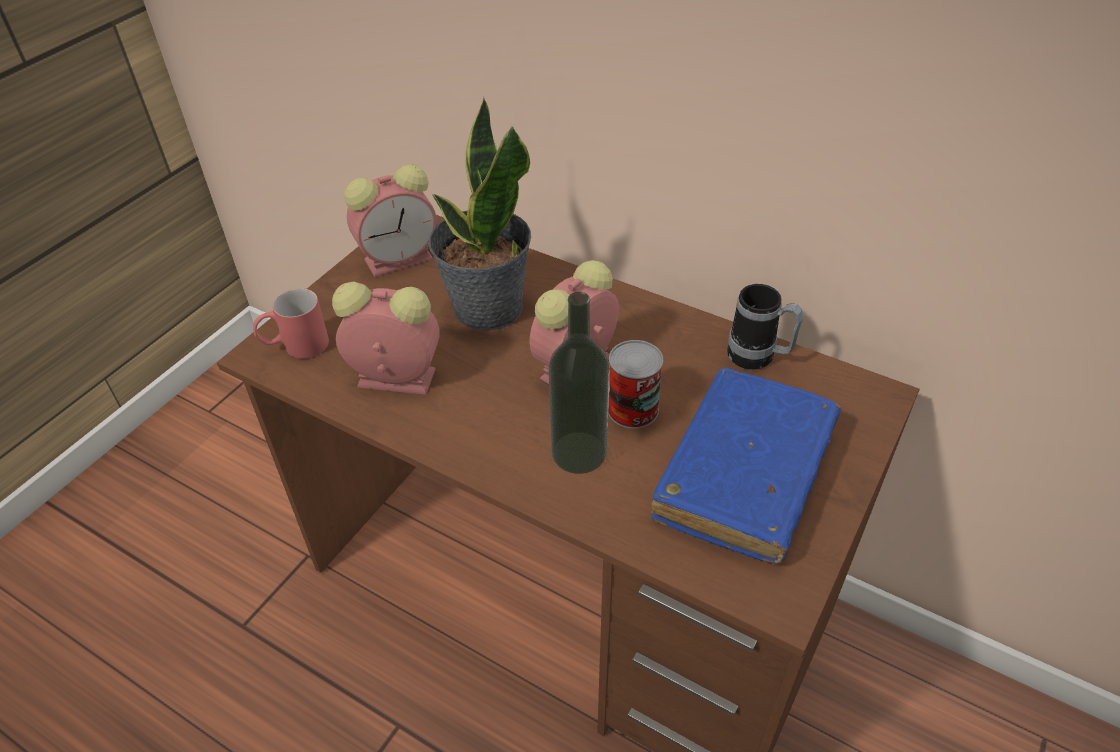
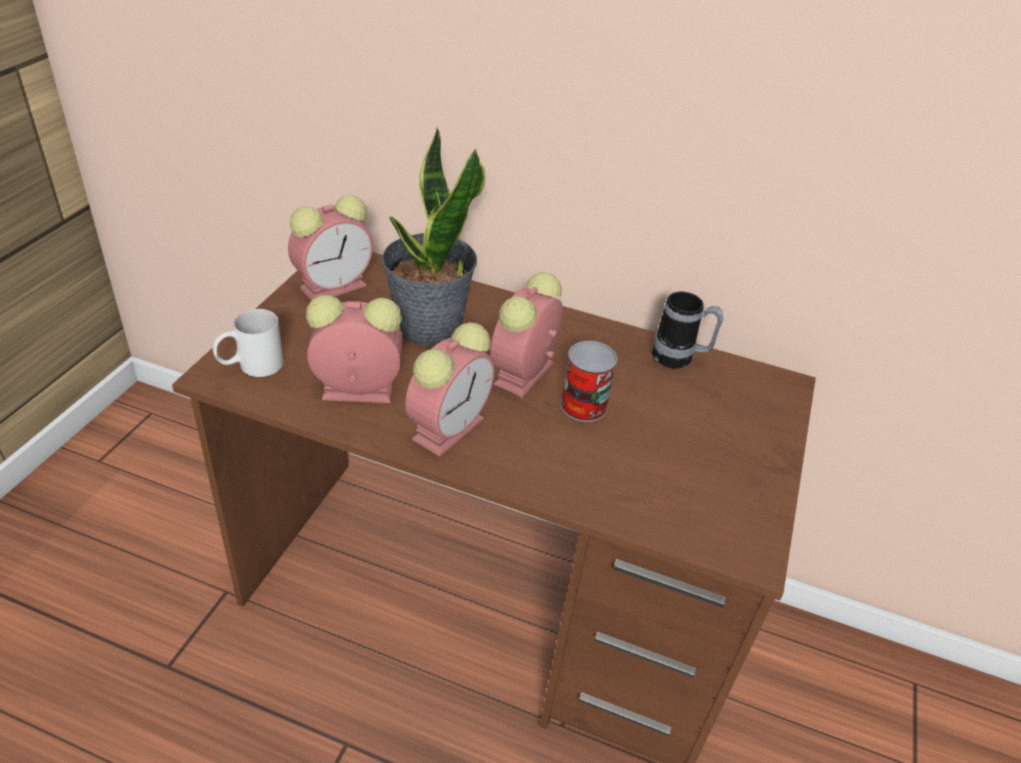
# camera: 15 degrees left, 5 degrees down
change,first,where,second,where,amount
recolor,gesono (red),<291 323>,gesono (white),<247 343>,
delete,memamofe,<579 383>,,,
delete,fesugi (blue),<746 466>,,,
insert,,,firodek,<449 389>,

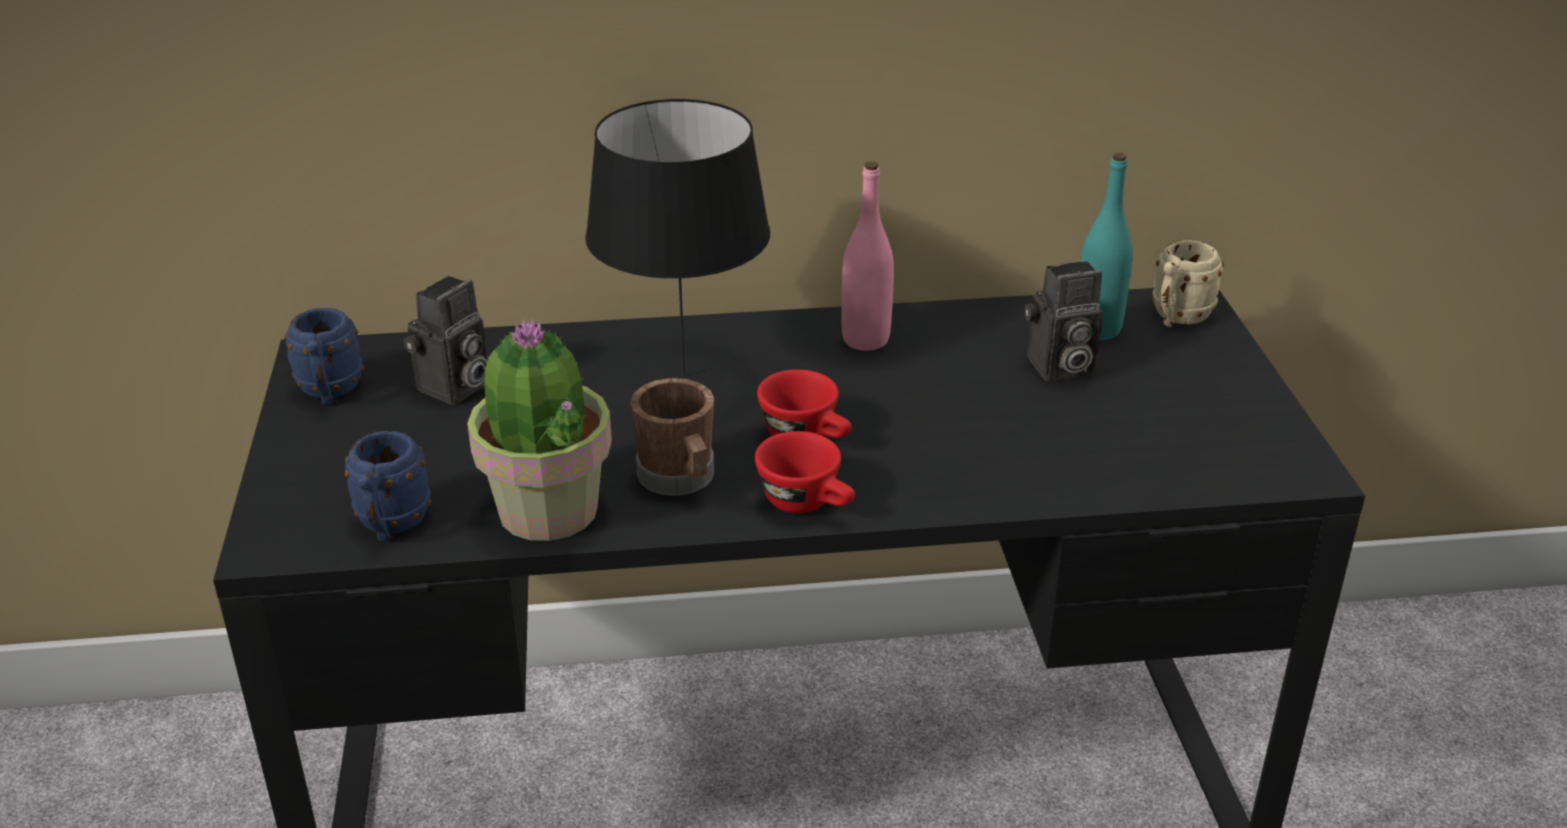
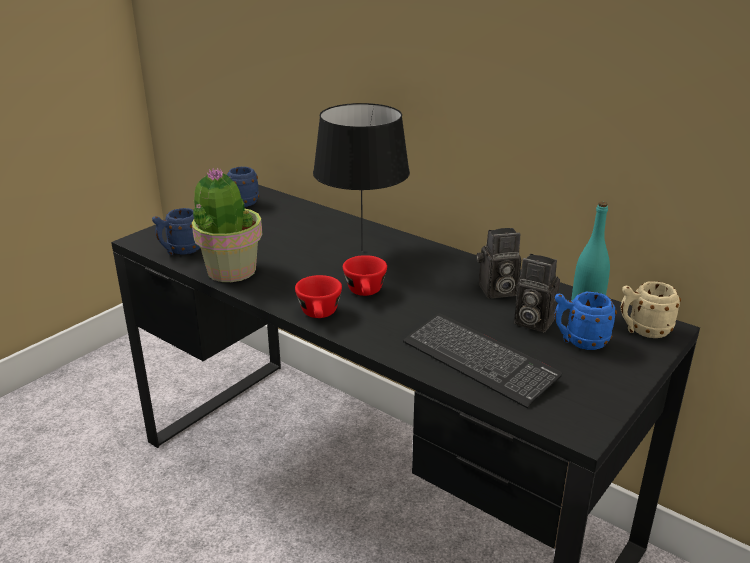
# camera: 45 degrees right, 5 degrees down
change,first,where,second,where,amount
delete,memamofe (pink),<867 256>,,,
move,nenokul,<445 340>,,<499 263>,
delete,gesono (brown),<672 437>,,,
insert,,,gesono (blue),<585 321>,
insert,,,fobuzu,<482 360>,

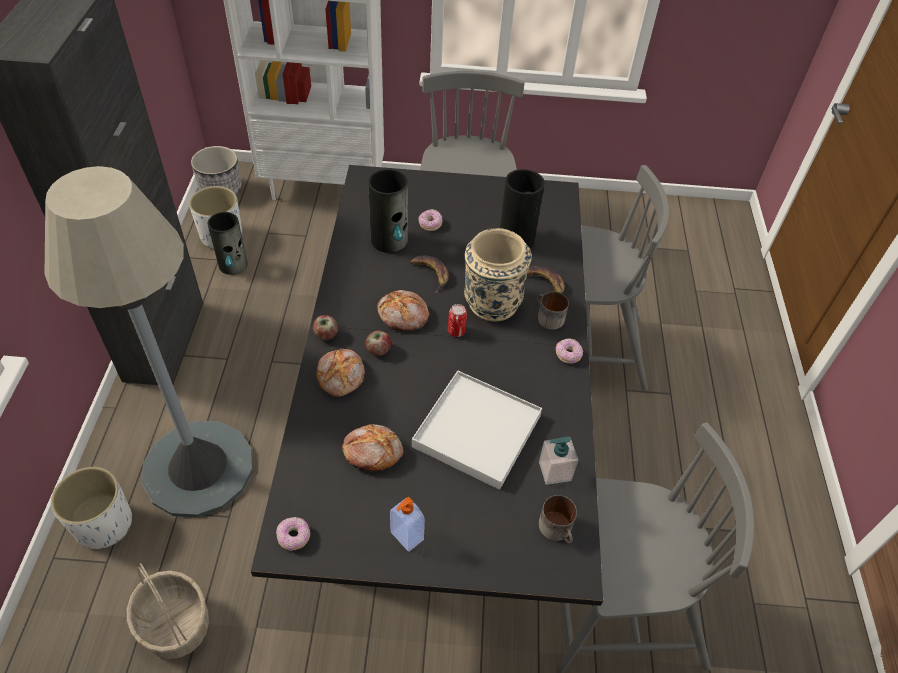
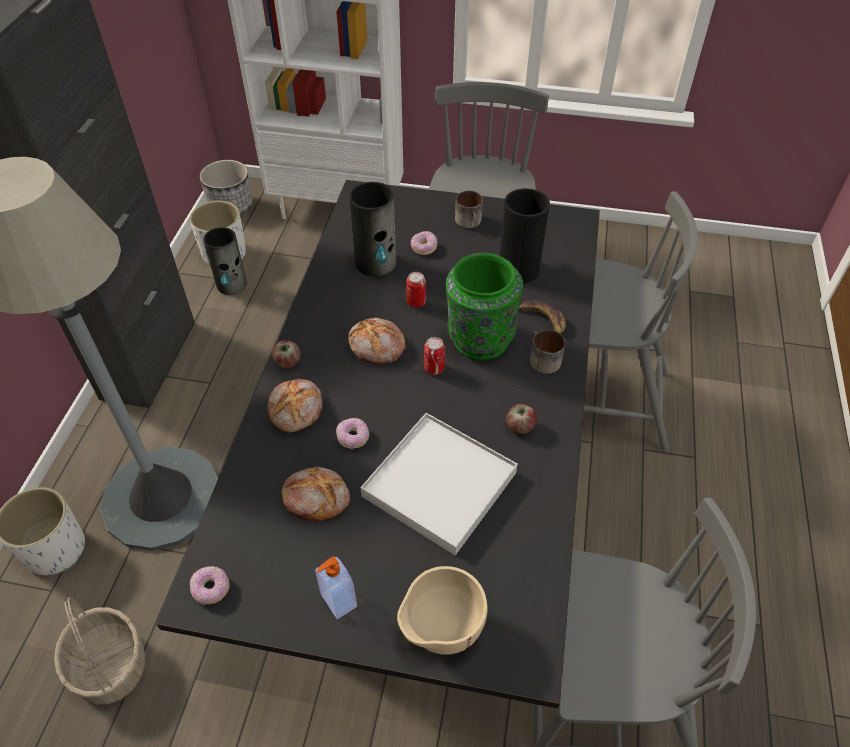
# camera: 10 degrees right, 0 degrees up
change,first,where,second,where,amount
recolor,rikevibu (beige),<498 274>,rikevibu (green),<484 306>,
replace,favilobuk,<429 274>,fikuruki,<416 290>,
move,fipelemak,<378 343>,,<521 419>,
move,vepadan,<569 351>,,<352 434>,
delete,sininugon,<558 460>,,,
move,gesono,<558 519>,,<469 209>,
insert,,,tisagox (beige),<442 610>,

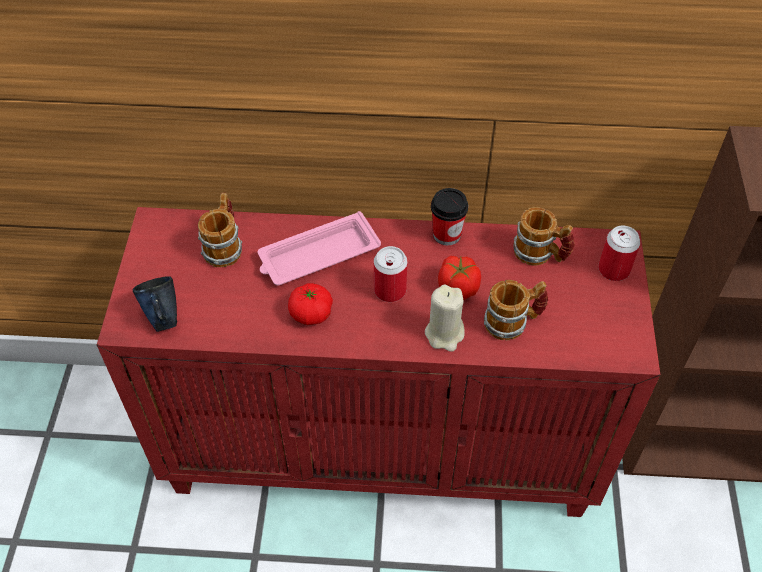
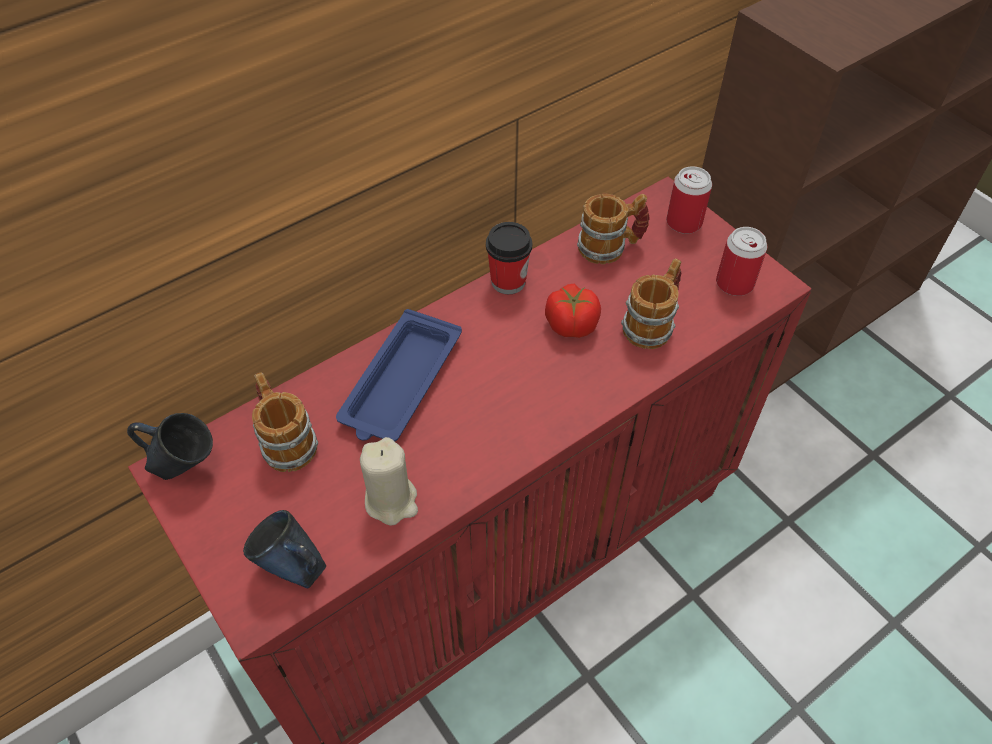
# camera: 40 degrees left, 0 degrees up
change,first,where,second,where,amount
recolor,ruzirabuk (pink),<319 248>,ruzirabuk (blue),<399 375>,
move,fikuruki,<390 274>,,<741 261>,
delete,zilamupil,<310 304>,,,
move,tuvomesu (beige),<445 318>,,<389 481>,
insert,,,gesono (blue),<170 446>,

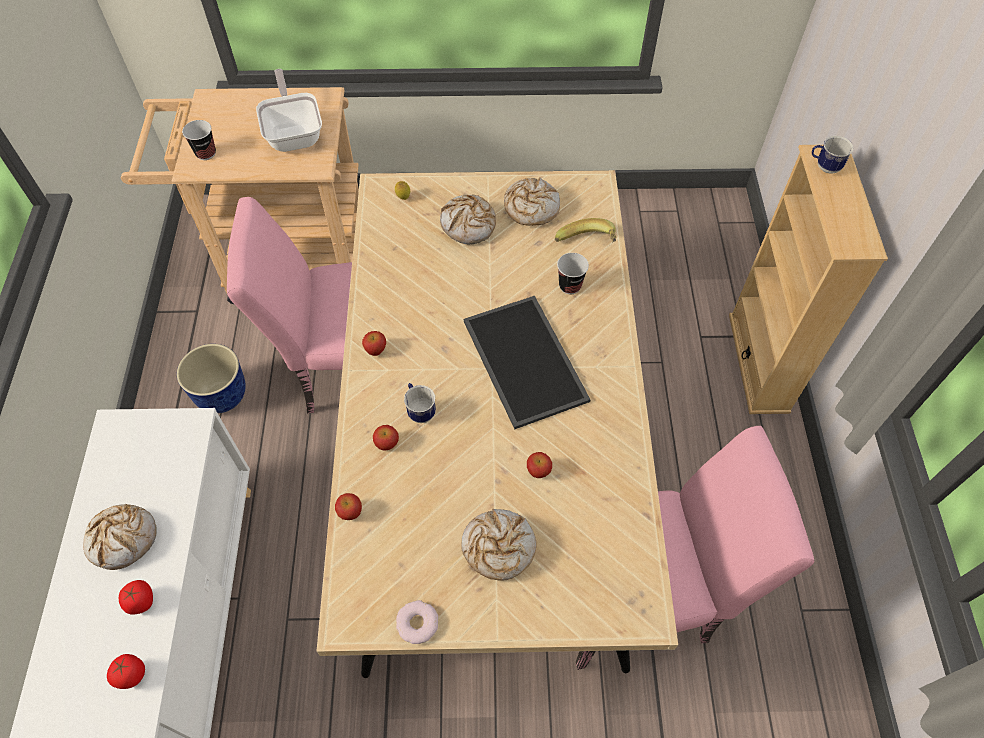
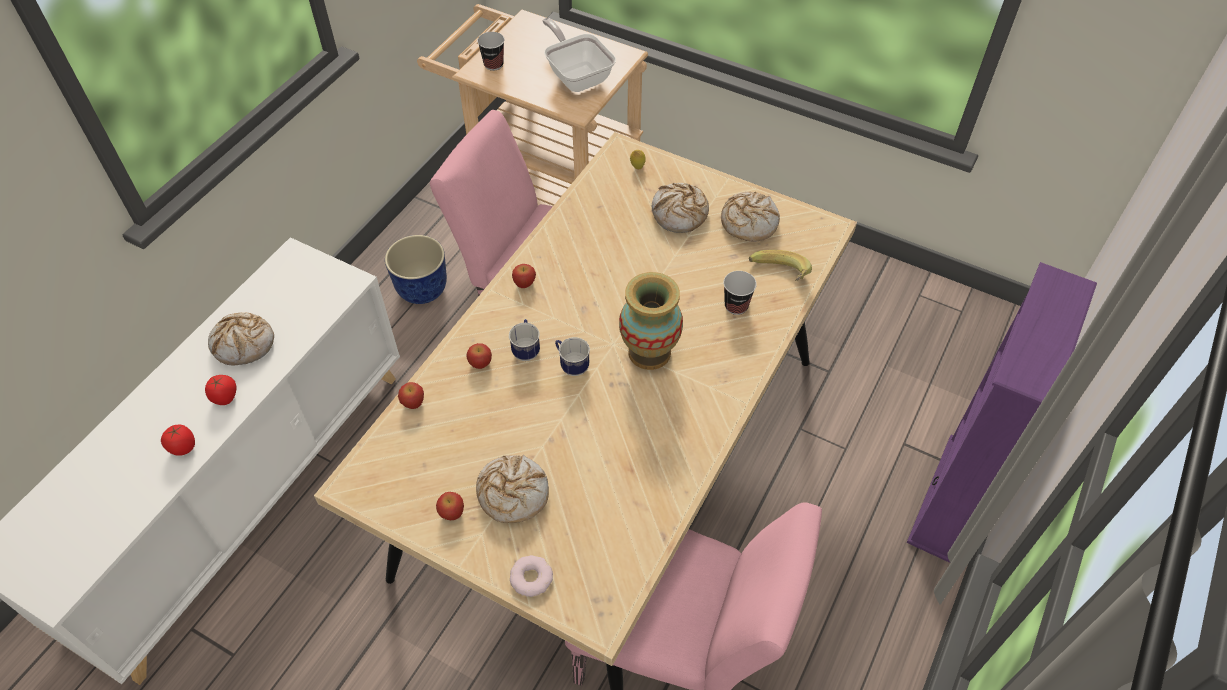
# camera: 30 degrees right, 5 degrees down
change,first,where,second,where,amount
rotate,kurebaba,<289 110>,,<579 55>,45 degrees counterclockwise
move,gesono,<832 155>,,<572 356>,
recolor,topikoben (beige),<808 279>,topikoben (purple),<1002 412>,
replace,ruzirabuk,<527 362>,rikevibu,<651 321>,
move,fipelemak,<539 465>,,<450 506>,
move,vepadan,<417 622>,,<531 576>,

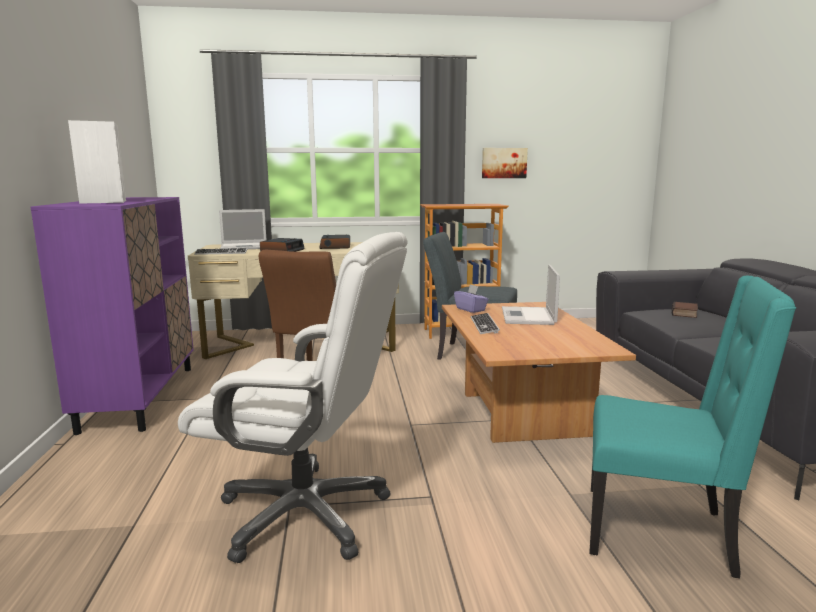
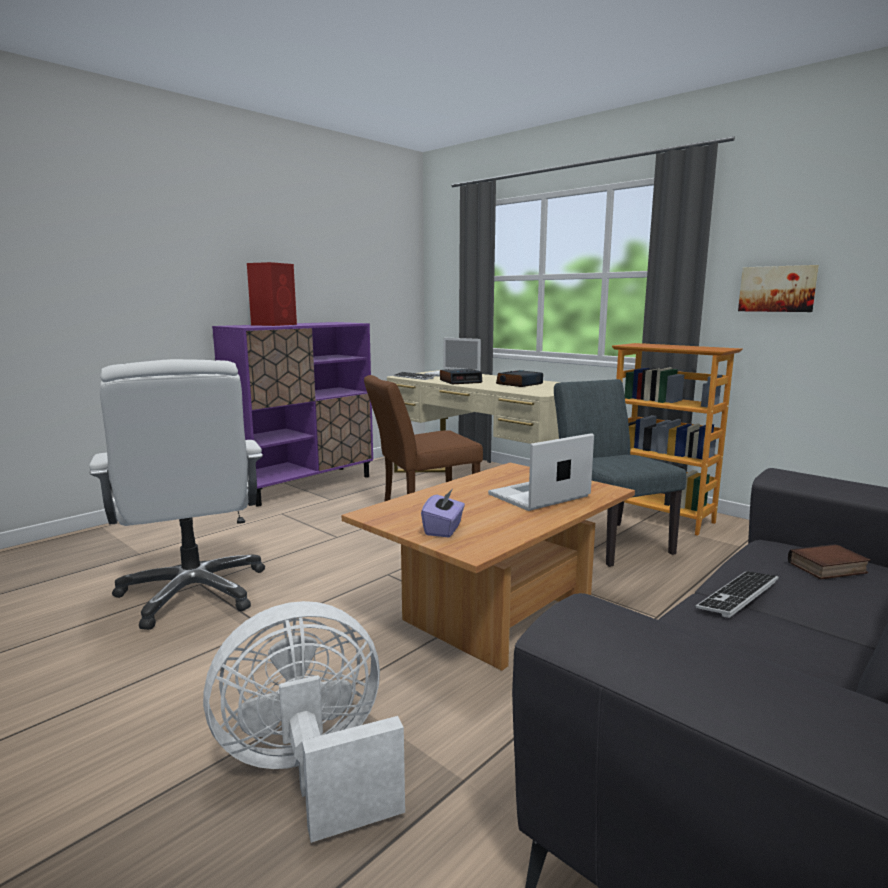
# camera: 50 degrees right, 0 degrees up
change,first,where,second,where,amount
recolor,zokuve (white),<97 162>,zokuve (red),<272 294>,
replace,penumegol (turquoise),<693 426>,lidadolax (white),<304 722>,
move,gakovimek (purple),<471 298>,,<443 513>,
move,fobuzu,<485 323>,,<737 594>,

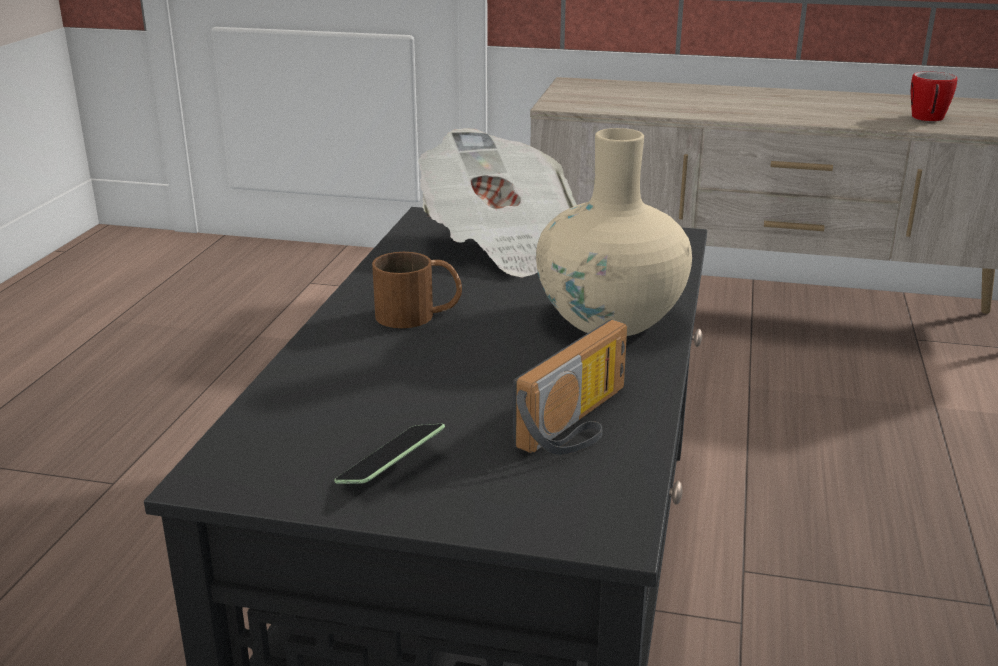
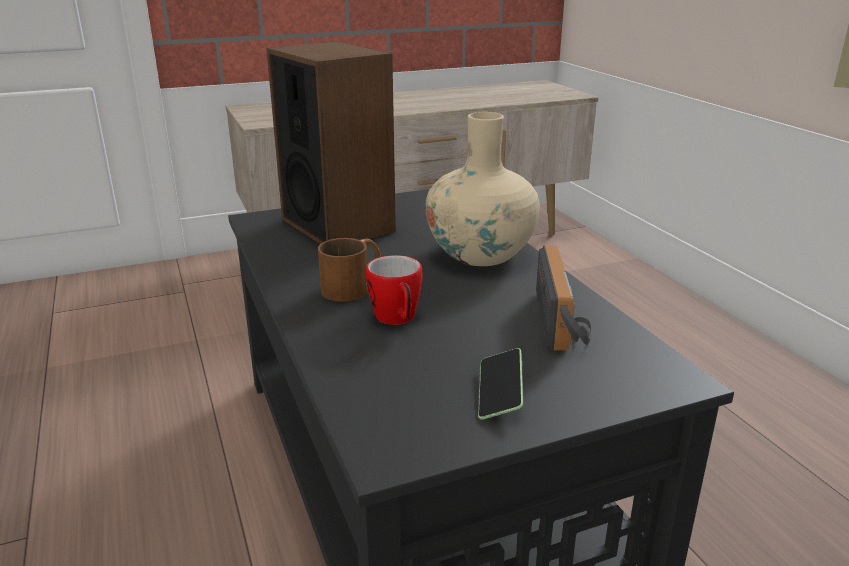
# camera: 35 degrees left, 0 degrees up
change,first,where,second,where,amount
move,gesono,<934 96>,,<394 290>,
replace,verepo,<497 202>,zokuve,<331 142>,

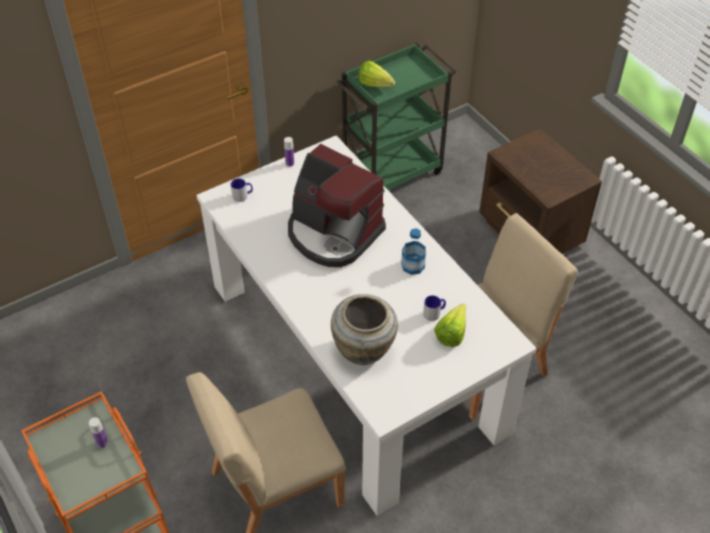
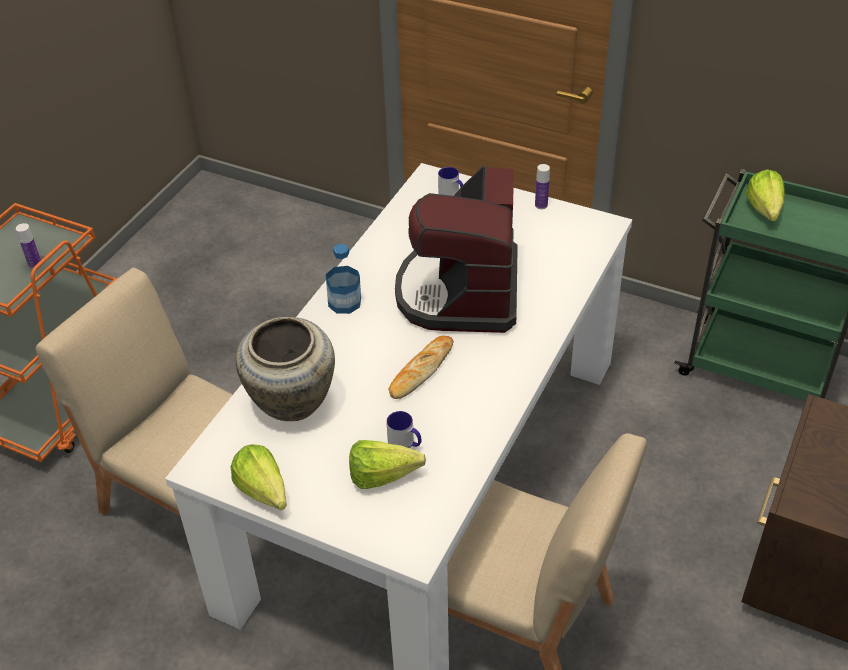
# camera: 60 degrees right, 5 degrees down
change,first,where,second,where,amount
move,memamofe,<413 251>,,<343 279>,
insert,,,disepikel,<420 367>,
insert,,,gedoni,<258 477>,

